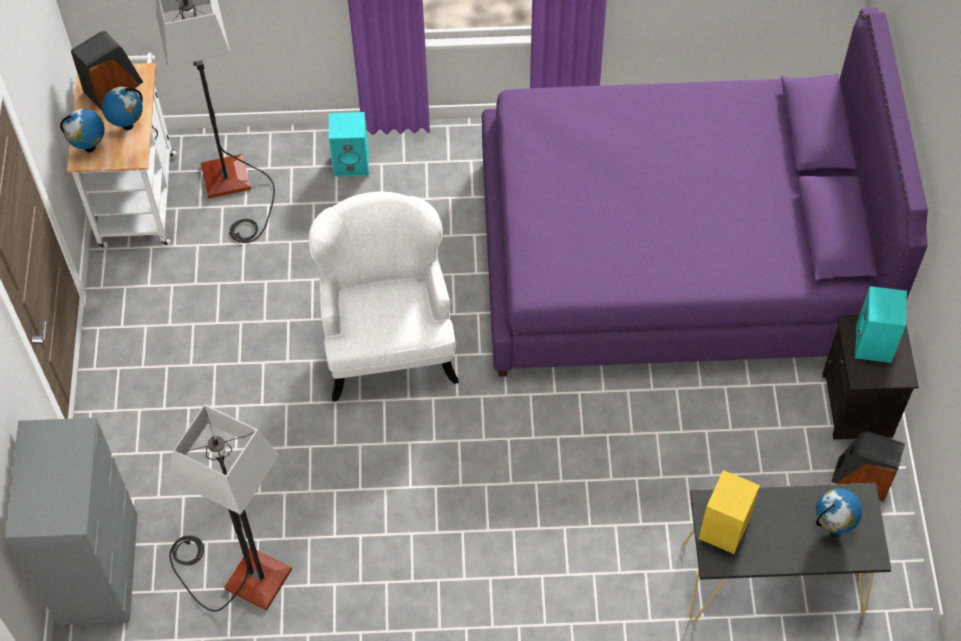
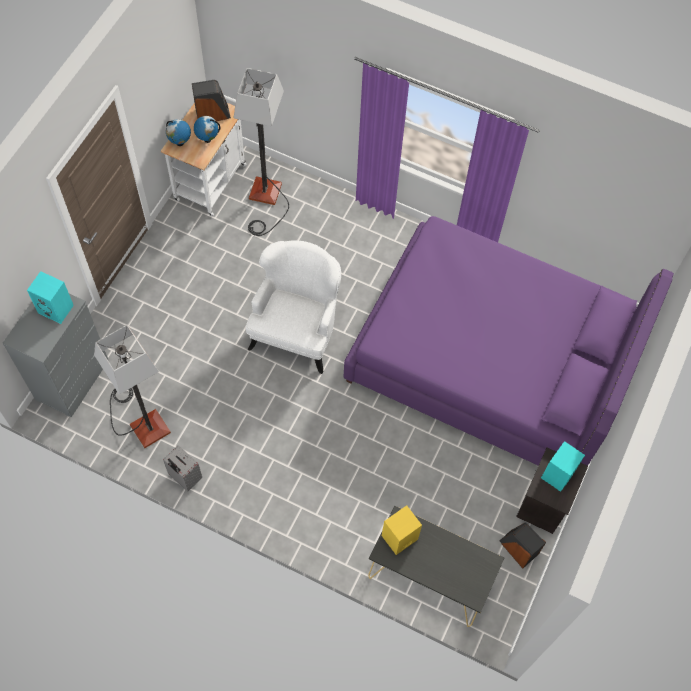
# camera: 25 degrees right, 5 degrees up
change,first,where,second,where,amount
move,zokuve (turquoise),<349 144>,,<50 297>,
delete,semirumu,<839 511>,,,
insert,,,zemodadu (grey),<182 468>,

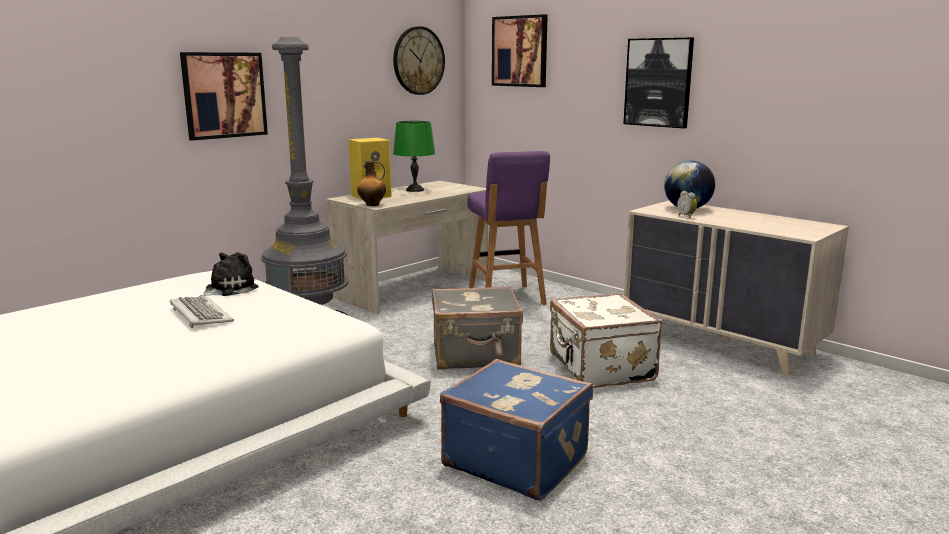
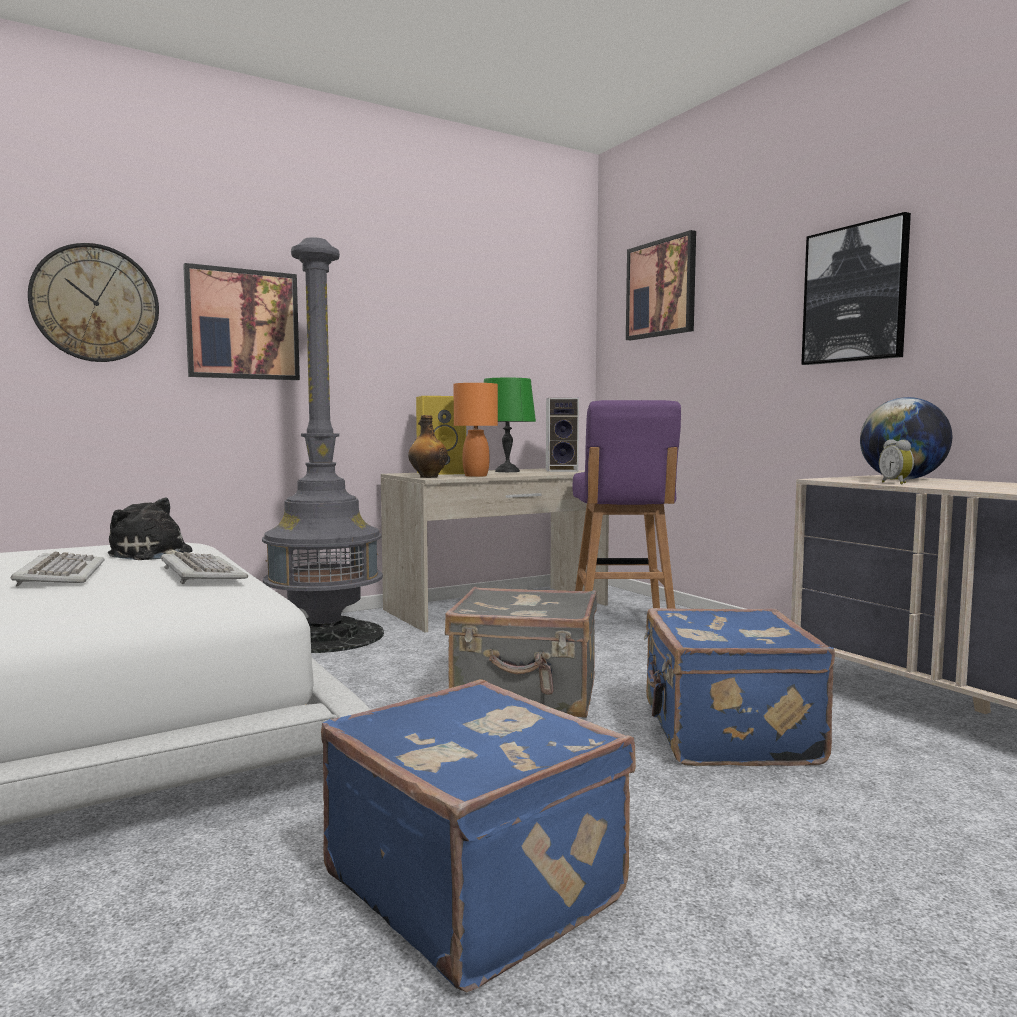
# camera: 15 degrees right, 10 degrees down
change,first,where,second,where,amount
move,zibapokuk,<419 60>,,<93 302>,
rotate,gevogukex,<228 274>,,<150 528>,120 degrees counterclockwise
recolor,zemodadu (white),<606 340>,zemodadu (blue),<739 687>,
insert,,,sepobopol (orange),<476 430>,
insert,,,zokuve,<562 435>,
insert,,,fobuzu,<204 568>,

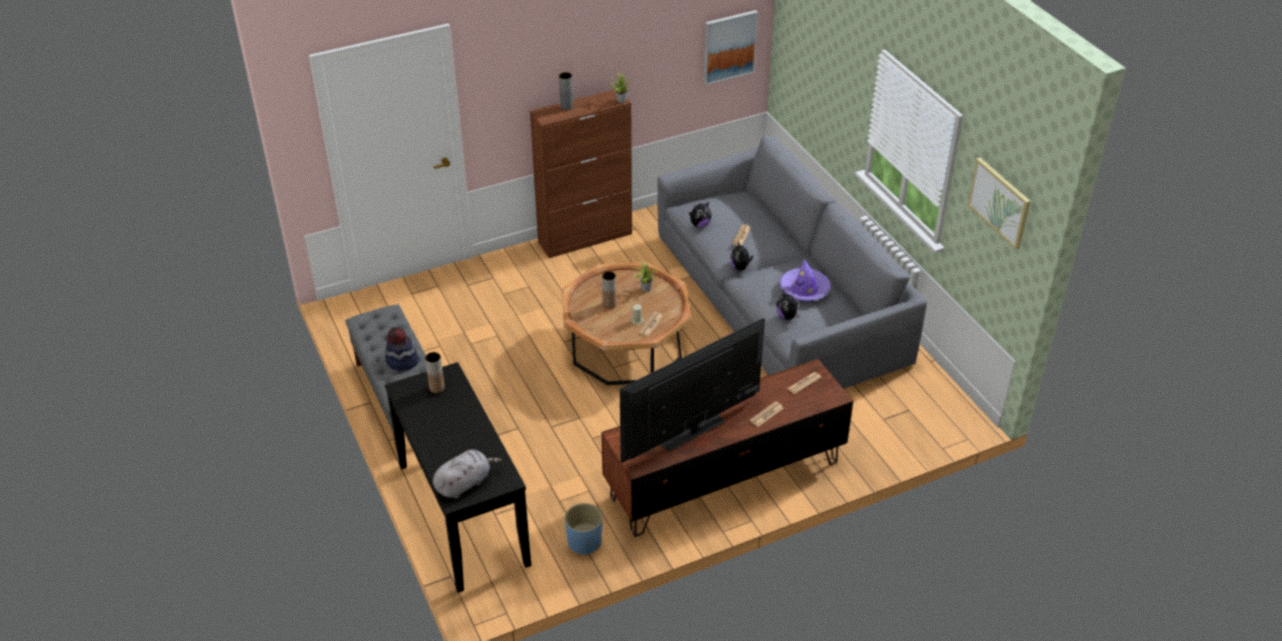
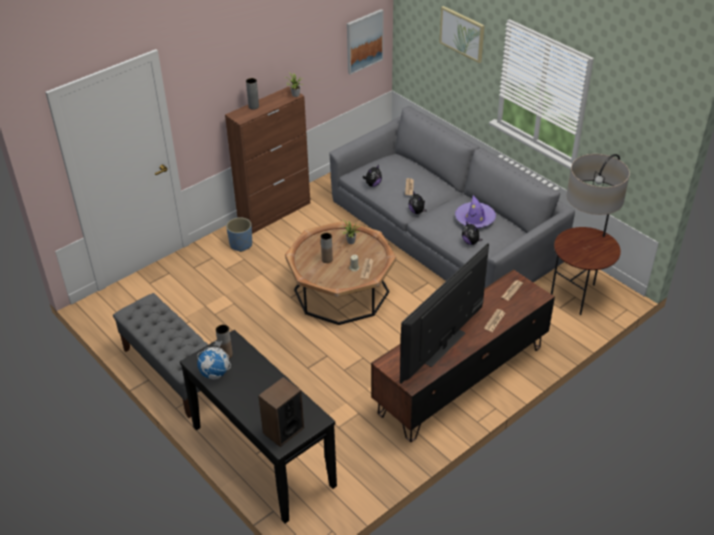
# camera: 15 degrees left, 0 degrees up
change,first,where,second,where,amount
move,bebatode,<999 204>,,<462 34>,
delete,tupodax,<401 348>,,,
replace,gevogukex (grey),<467 474>,zokuve,<281 412>,
move,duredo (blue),<583 529>,,<239 234>,
insert,,,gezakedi,<590 234>,
insert,,,semirumu,<214 360>,

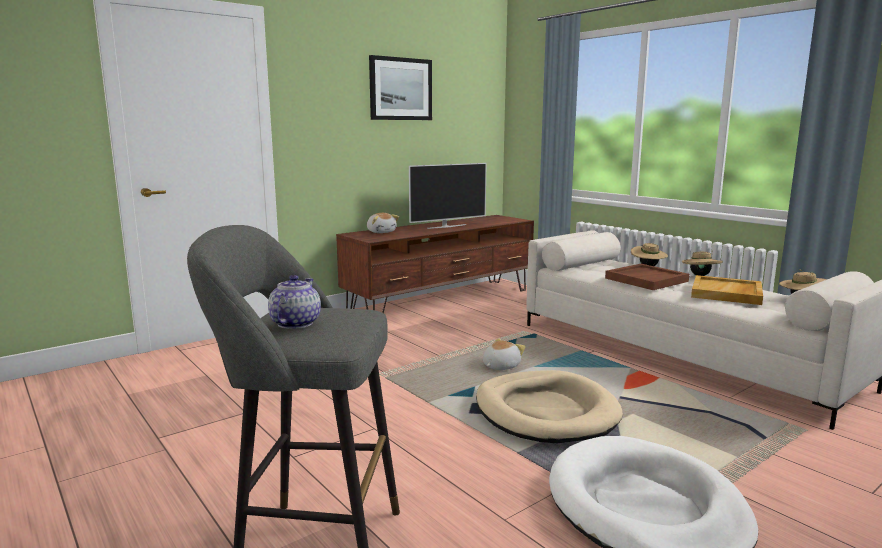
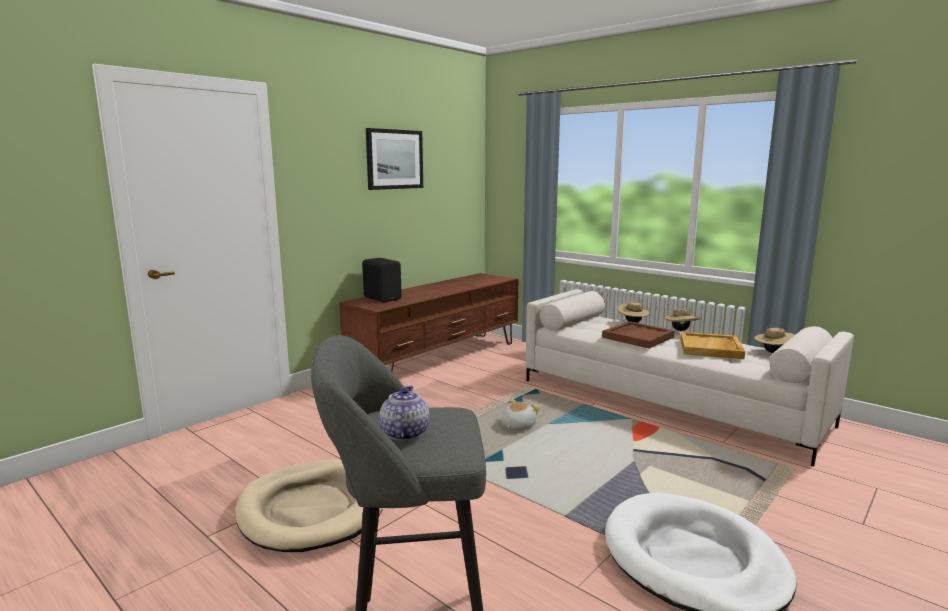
# camera: 10 degrees left, 0 degrees up
change,first,where,second,where,amount
delete,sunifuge,<448 196>,,,
replace,gevogukex,<383 223>,zokuve (black),<382 280>,
move,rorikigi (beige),<549 406>,,<309 505>,

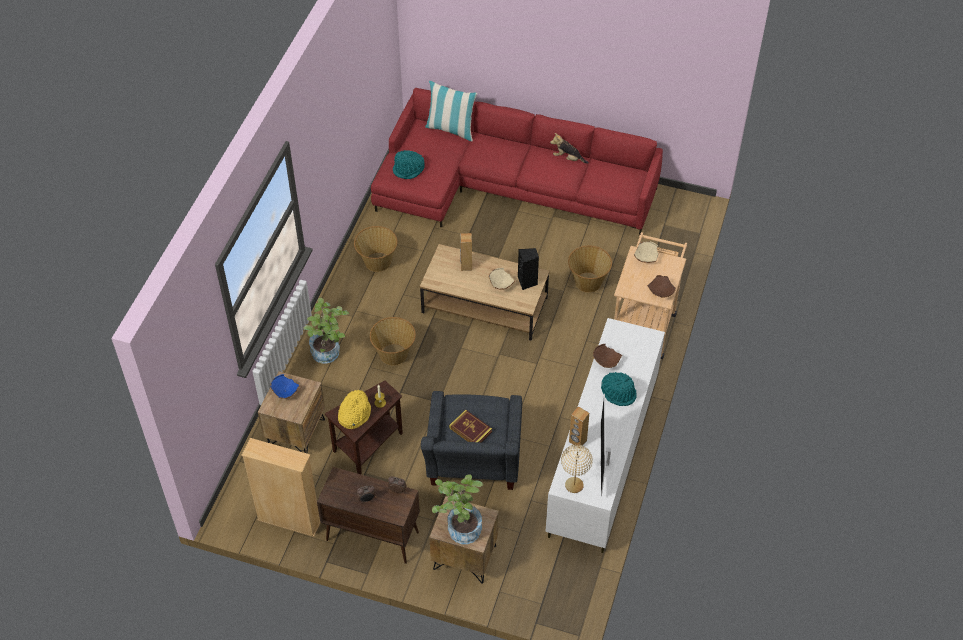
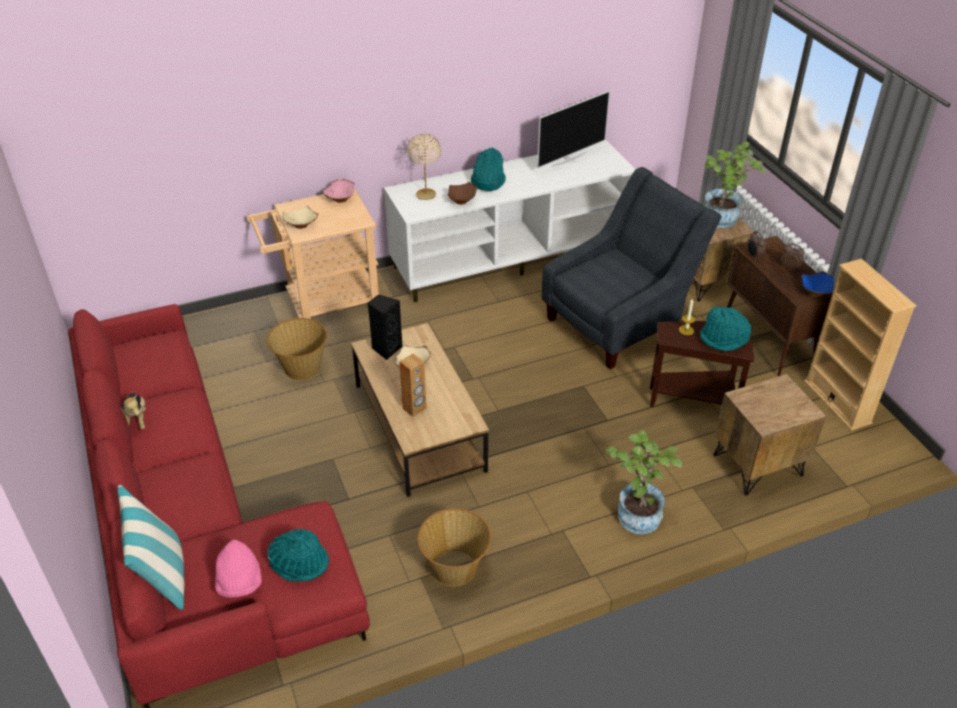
# camera: 130 degrees left, 10 degrees down
change,first,where,second,where,amount
recolor,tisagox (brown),<661 286>,tisagox (pink),<338 191>,
delete,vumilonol,<393 341>,,,
move,tisagox (blue),<285 386>,,<818 284>,
recolor,tupodax (yellow),<354 409>,tupodax (turquoise),<725 329>,
delete,zokuve (brown),<579 427>,,,
delete,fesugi,<470 426>,,,
move,sepobopol (beige),<577 468>,,<424 166>,
insert,,,tupodax (pink),<238 569>,

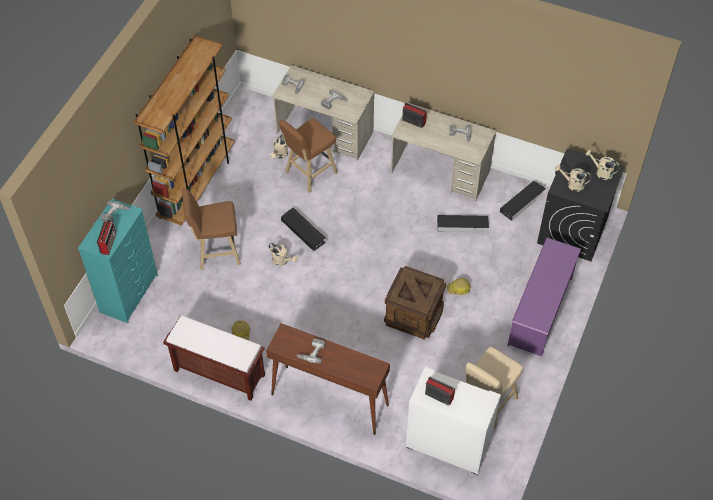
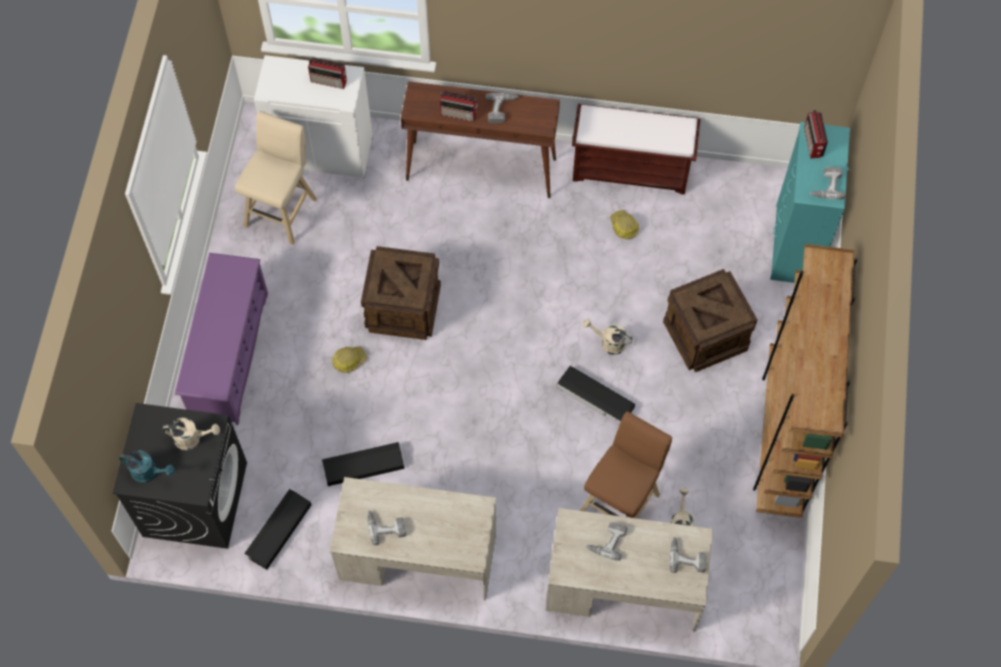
# camera: 165 degrees right, 10 degrees up
change,first,where,second,where,amount
move,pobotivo,<414 115>,,<459 106>,
recolor,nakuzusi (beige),<603 165>,nakuzusi (turquoise),<146 466>,
replace,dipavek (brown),<211 229>,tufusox,<710 320>,

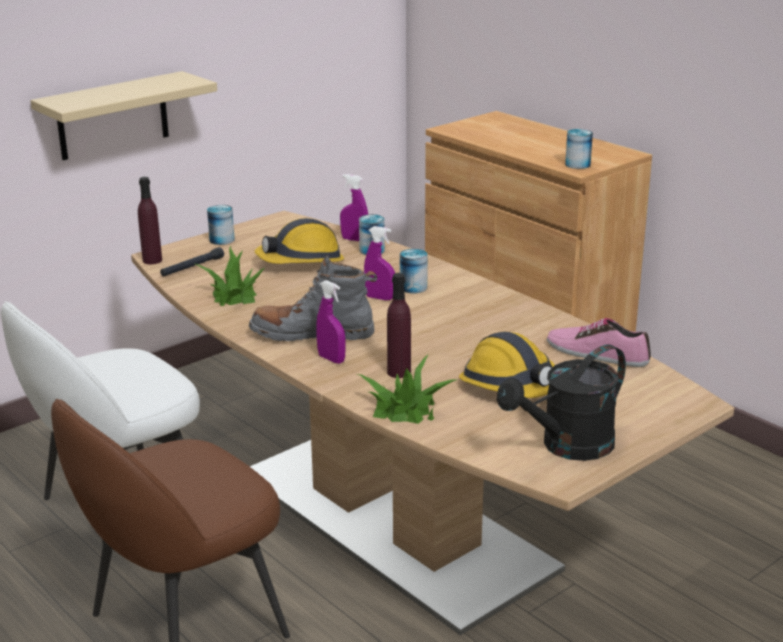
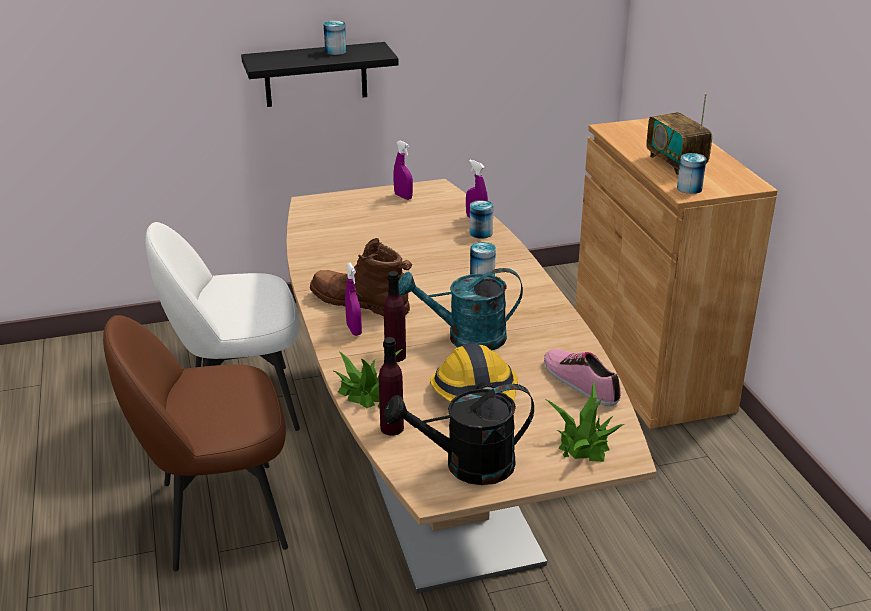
# camera: 25 degrees right, 5 degrees up
change,first,where,second,where,amount
recolor,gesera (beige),<123 115>,gesera (black),<320 74>,
move,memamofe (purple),<150 220>,,<391 386>,
move,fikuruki,<221 225>,,<335 37>,
delete,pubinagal,<299 241>,,,
move,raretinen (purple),<379 263>,,<403 170>,
move,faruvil,<229 276>,,<586 421>,
delete,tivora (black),<192 261>,,,
recolor,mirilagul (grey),<313 298>,mirilagul (brown),<361 277>,
insert,,,pobotivo,<679 134>,
insert,,,nakuzusi (turquoise),<460 309>,

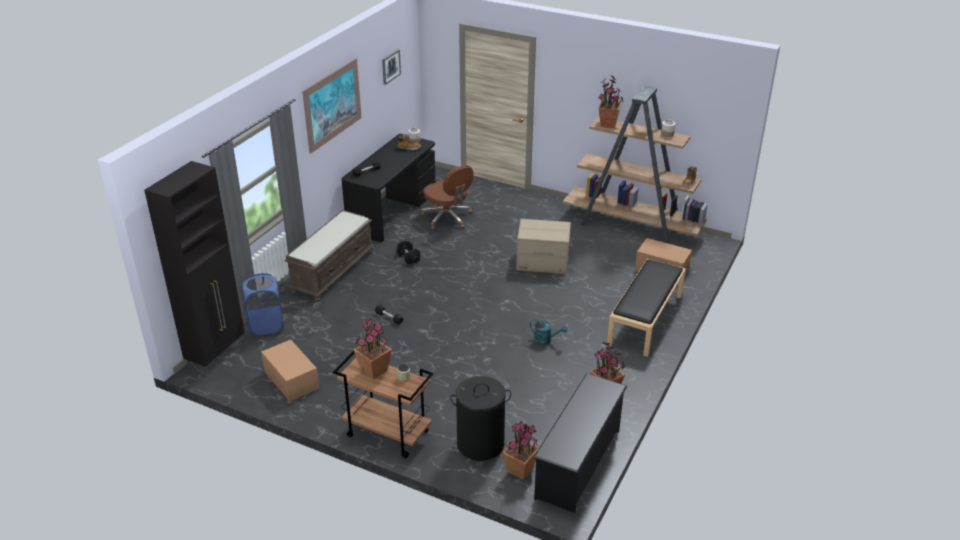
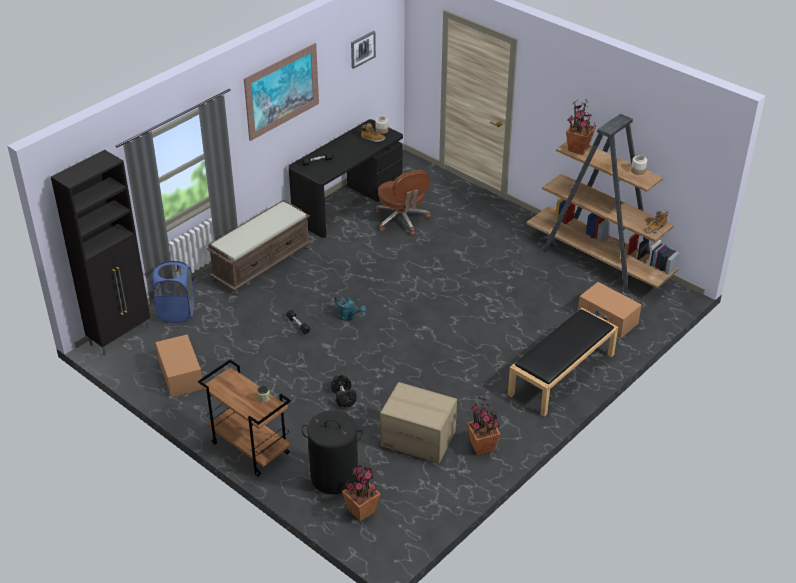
# camera: 15 degrees right, 5 degrees up
change,first,where,second,where,amount
move,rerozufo,<543 246>,,<418 423>,
move,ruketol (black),<408 252>,,<344 391>,
delete,faruvil,<373 349>,,,
move,nakuzusi (turquoise),<548 332>,,<350 307>,
delete,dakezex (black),<580 443>,,,

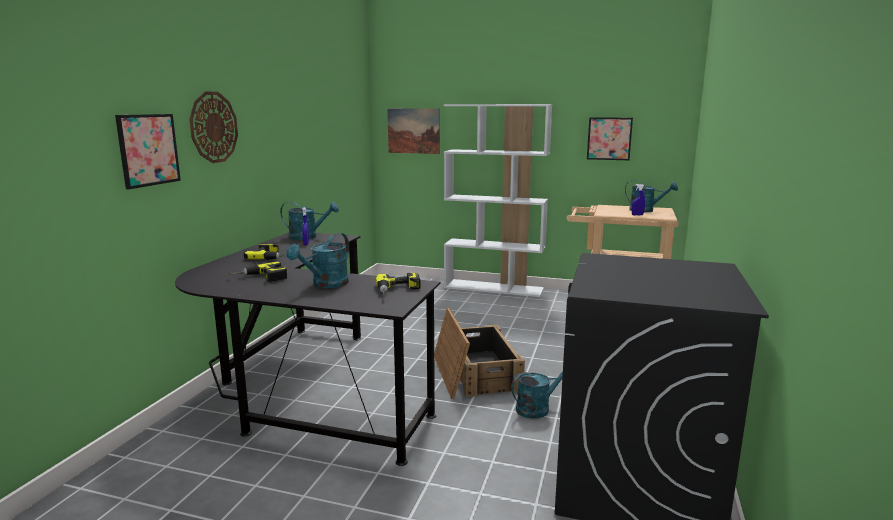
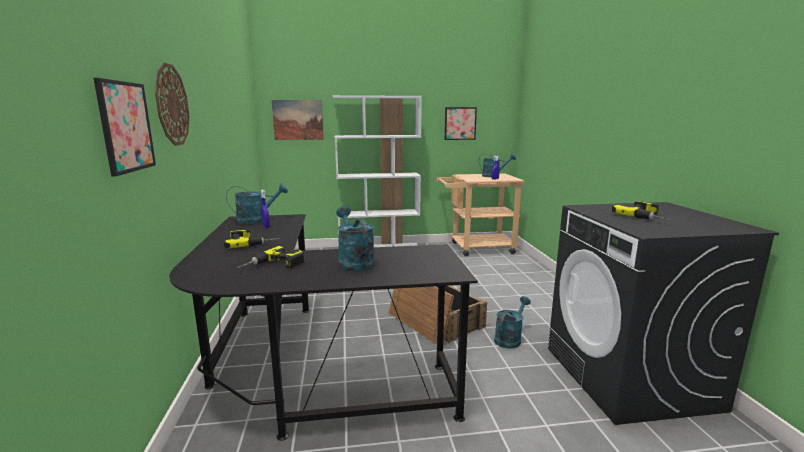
# camera: 25 degrees left, 0 degrees up
change,first,where,second,where,amount
rotate,nakuzusi (turquoise),<317 260>,,<355 239>,150 degrees clockwise
move,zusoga,<398 284>,,<643 211>,

